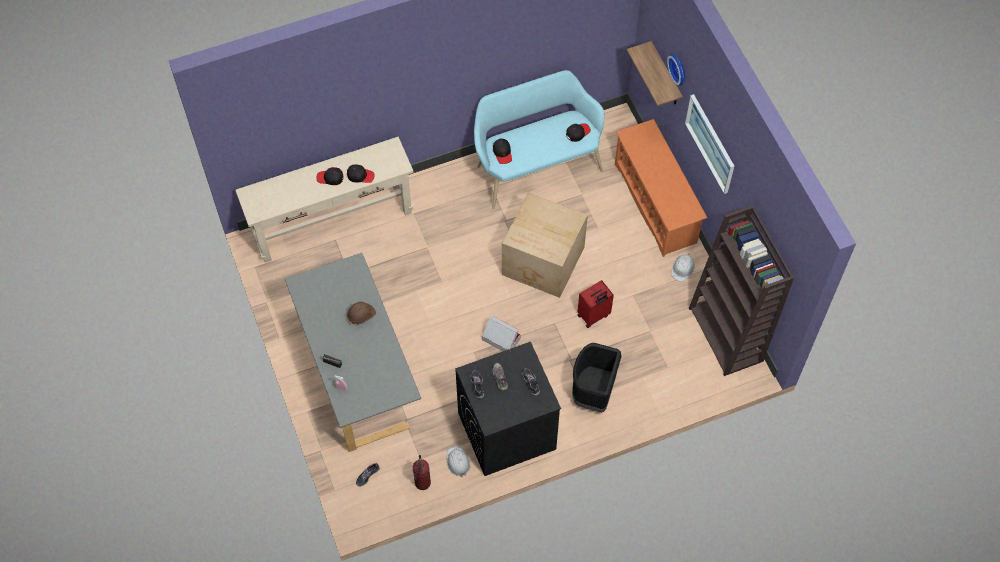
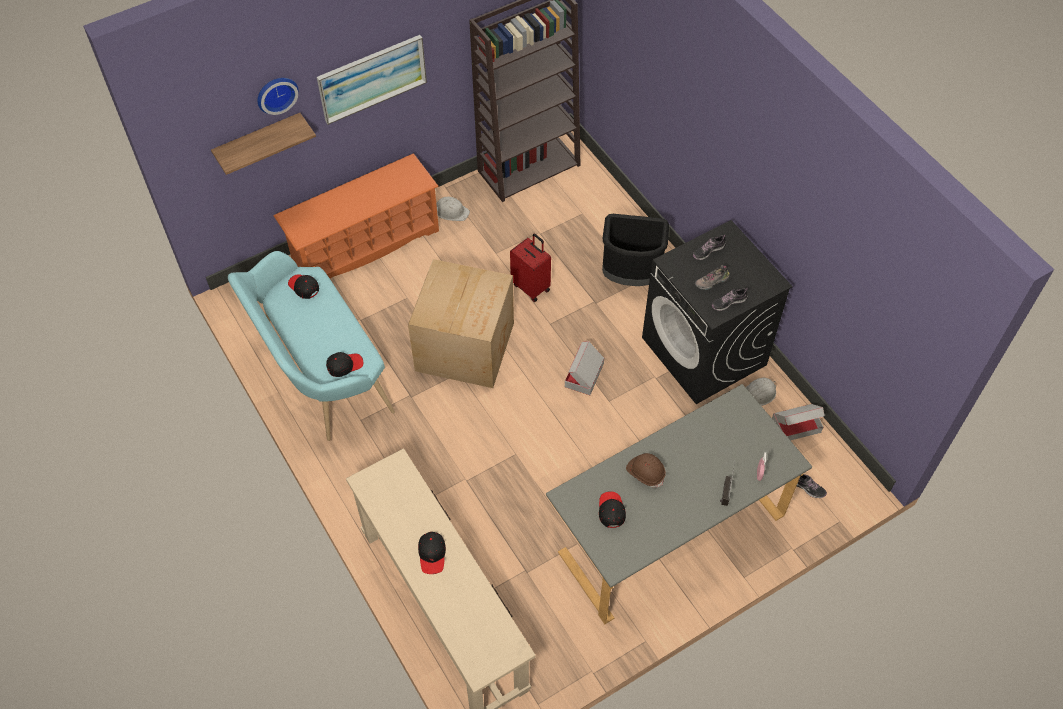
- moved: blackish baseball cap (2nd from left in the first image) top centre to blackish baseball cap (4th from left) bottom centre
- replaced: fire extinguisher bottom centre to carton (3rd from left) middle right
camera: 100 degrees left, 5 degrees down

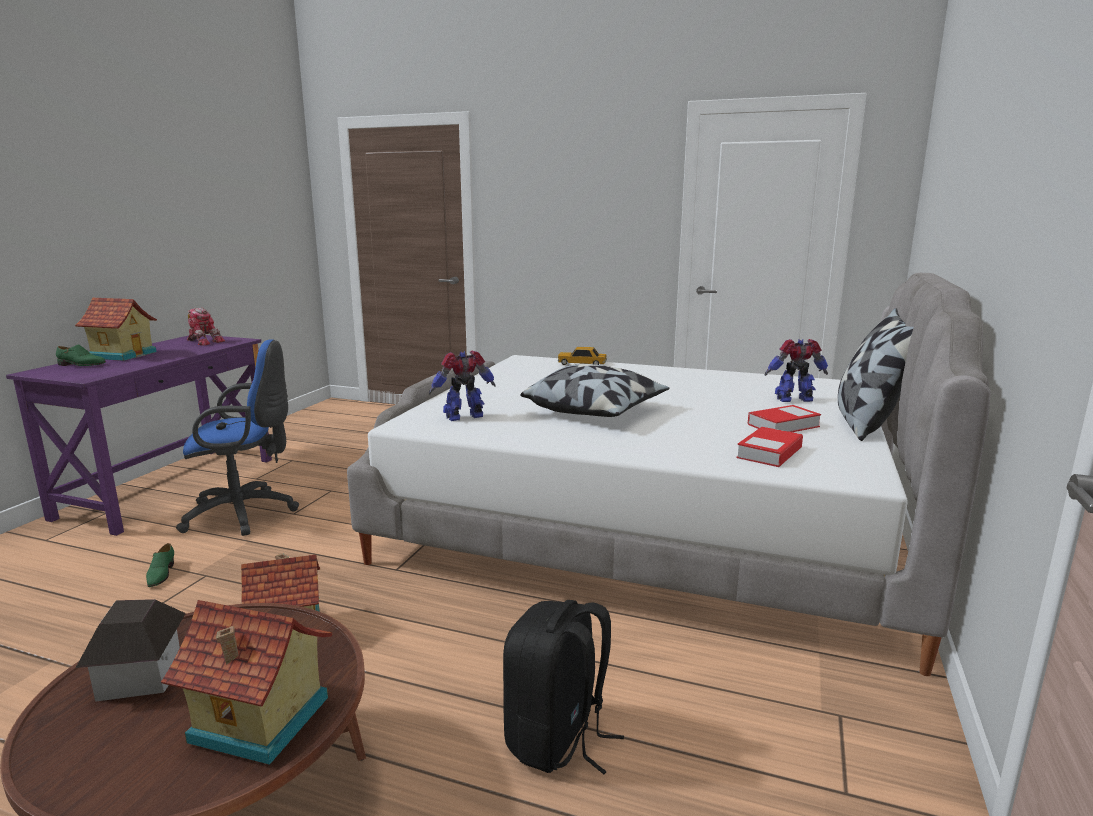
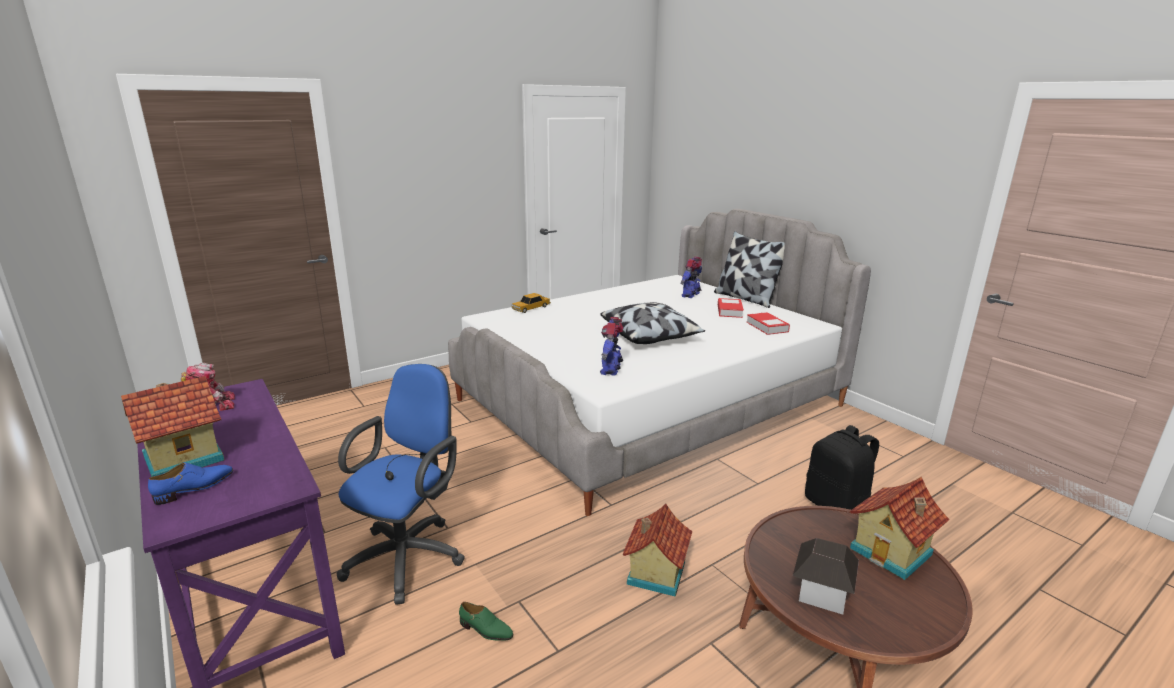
- recoloured: green item of footwear (1st from left) middle left to blue item of footwear bottom left
camera: 55 degrees left, 5 degrees up

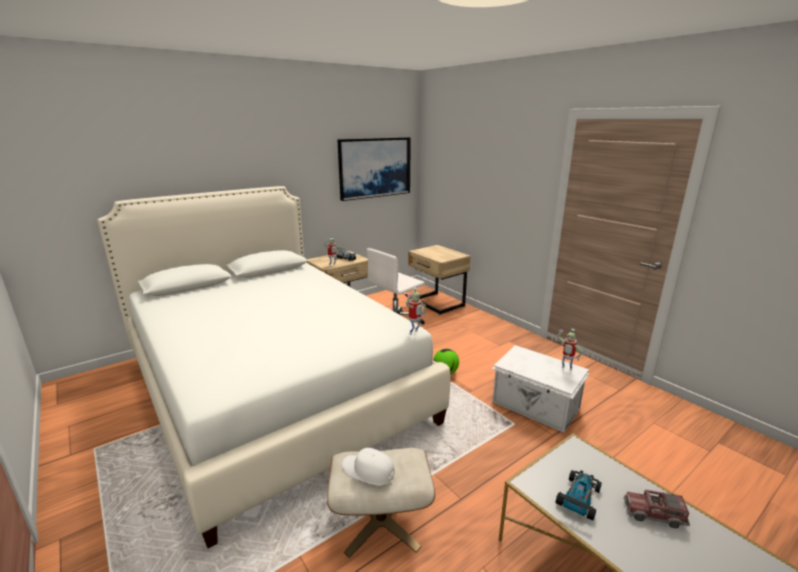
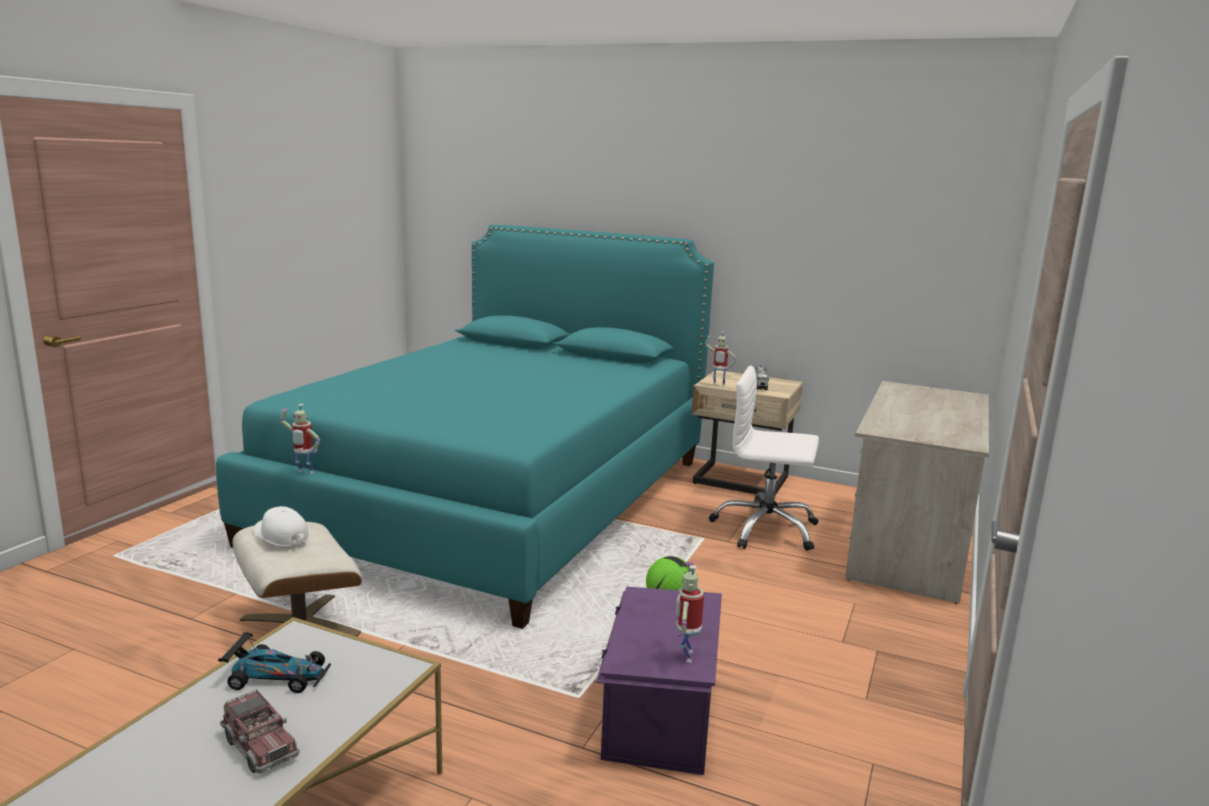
- removed: picture top centre
- moved: model robot (2nd from left in the first image) centre to model robot (1st from left) middle left
- replaced: beige-coloured bedside table (2nd from left) centre to beige-coloured desk unit middle right
- recoloured: white sleeping bed centre to blue-green sleeping bed centre
- recoloured: white storage bin bottom right to purplish storage bin bottom centre
- turned: white baseball cap bottom centre = middle left 45 degrees counterclockwise
- turned: model truck (2nd from left in the first image) bottom right = bottom left 150 degrees clockwise
camera: 60 degrees right, 5 degrees down

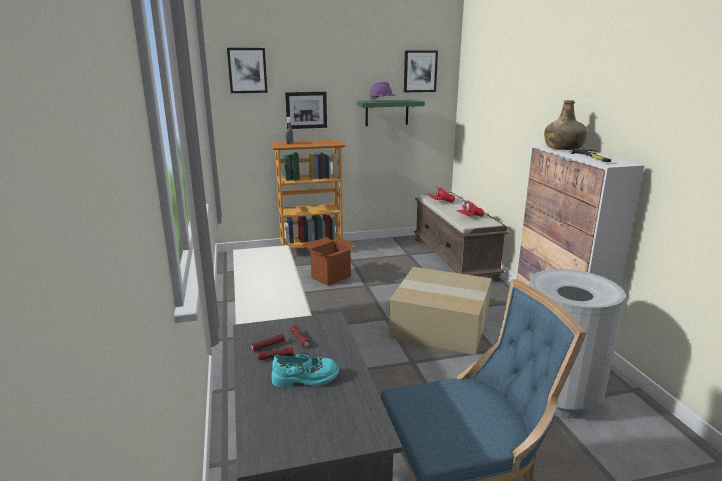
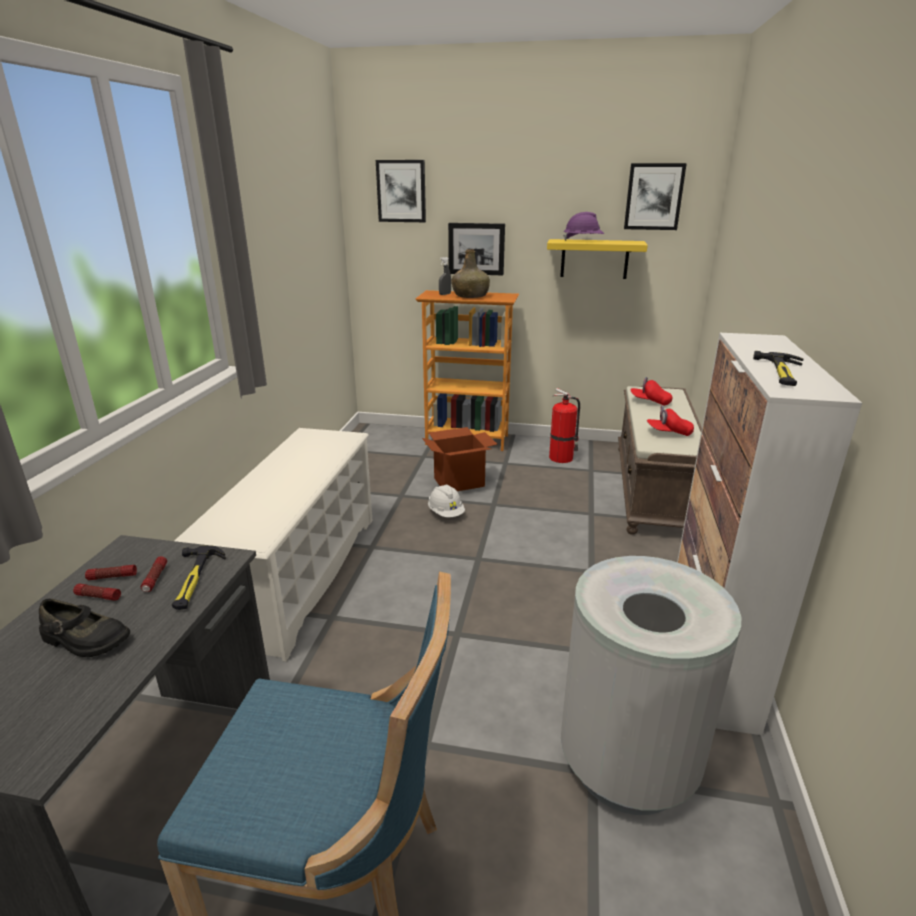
- removed: carton (2nd from left) centre
- added: hand hammer (1st from left) middle left
- added: white work helmet centre
- added: fire extinguisher centre
- moved: green bottle top right to top centre
- recoloured: blue-green item of footwear bottom centre to blackish item of footwear bottom left
- recoloured: green bracket shelf top centre to yellow-coloured bracket shelf top centre
camera: 25 degrees right, 5 degrees up

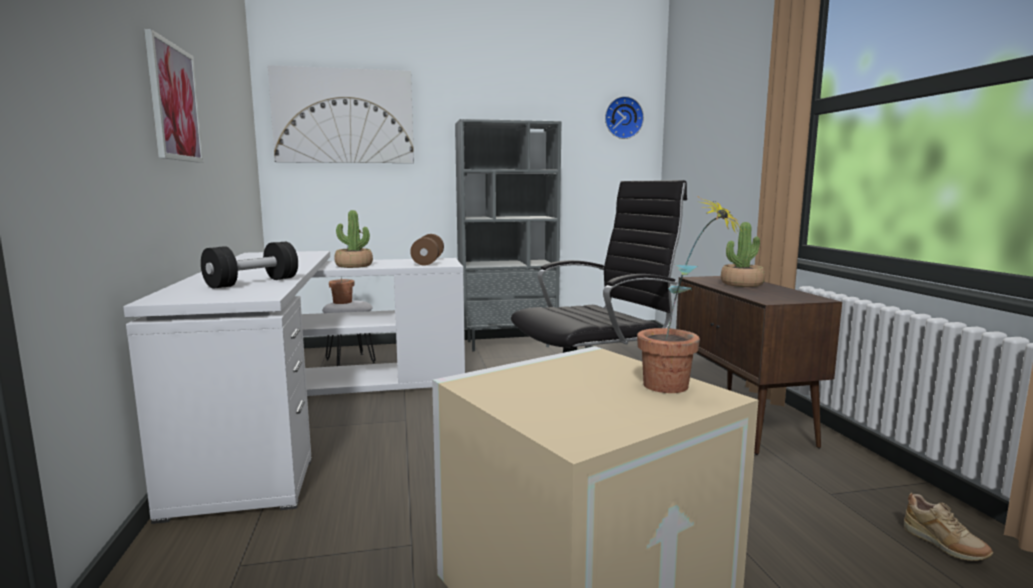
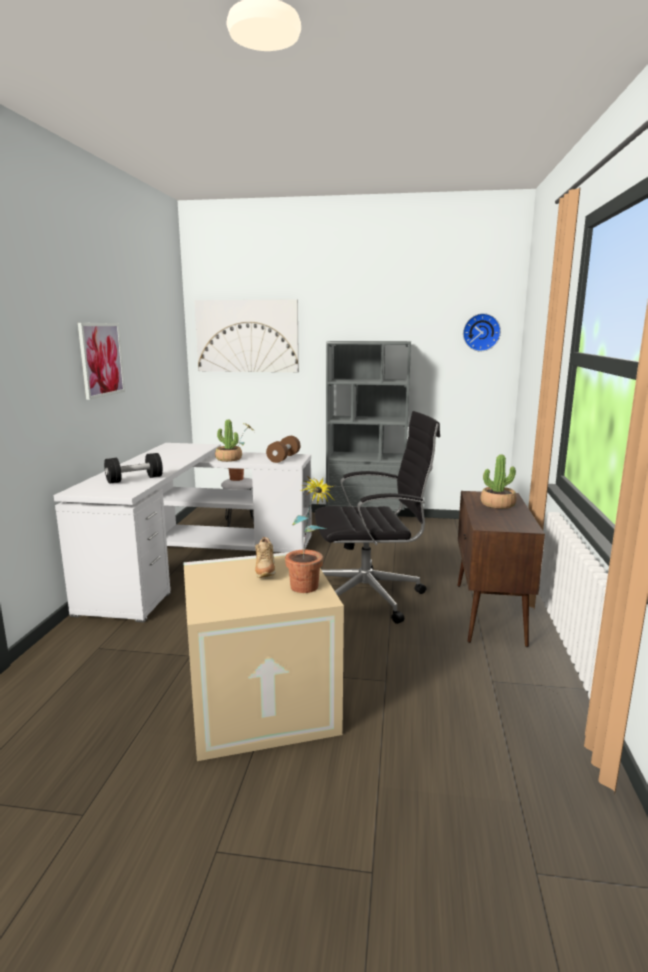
- moved: beige-coloured item of footwear bottom right to centre
camera: 20 degrees right, 5 degrees up

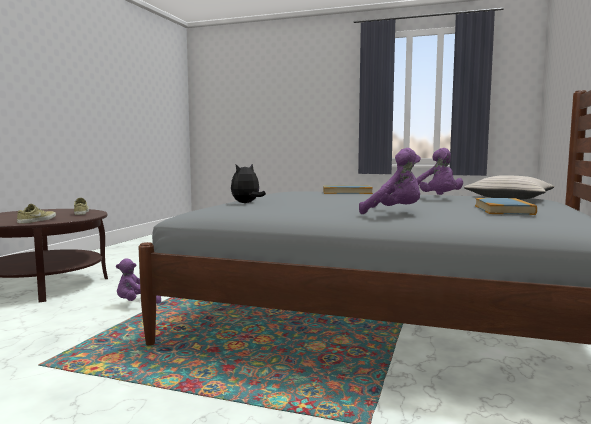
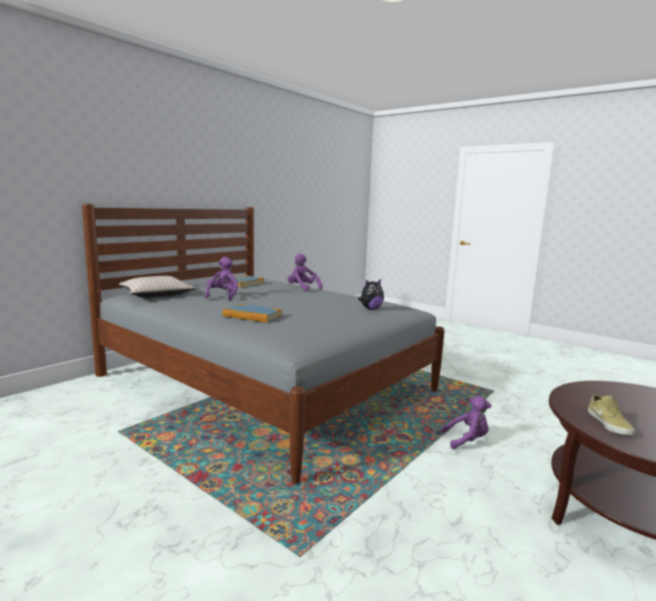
- removed: beige-coloured item of footwear (1st from left) middle left
camera: 160 degrees left, 5 degrees up

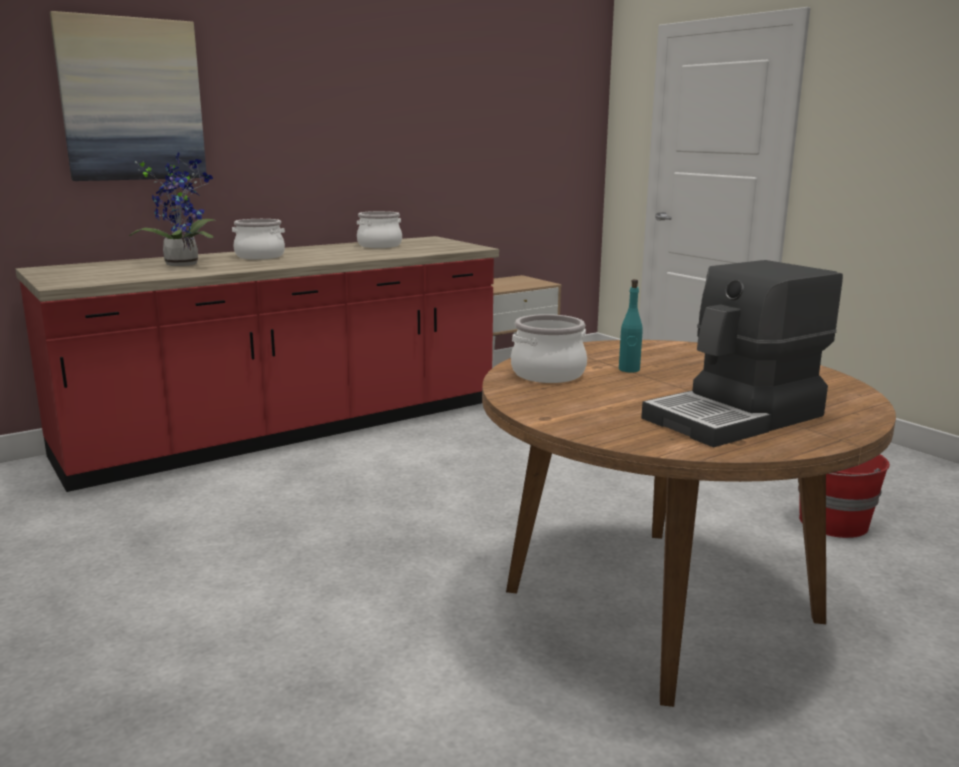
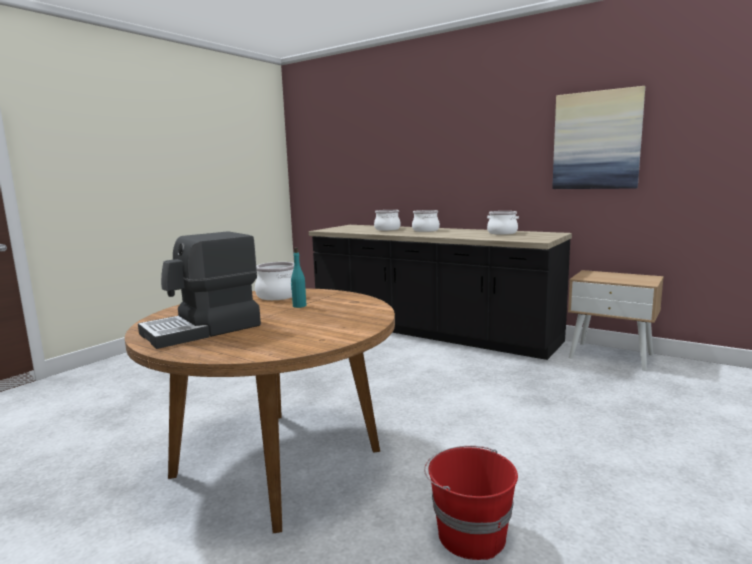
- moved: picture top left to top right
- replaced: potted plant top left to cooking pot (2nd from left) centre
- recoloured: red-coloured kitchen counter middle left to blackish kitchen counter centre
- turned: coffee machine middle right = middle left 75 degrees counterclockwise
camera: 70 degrees right, 5 degrees down

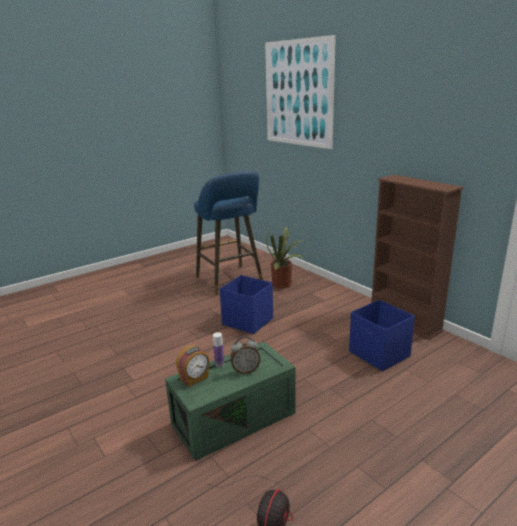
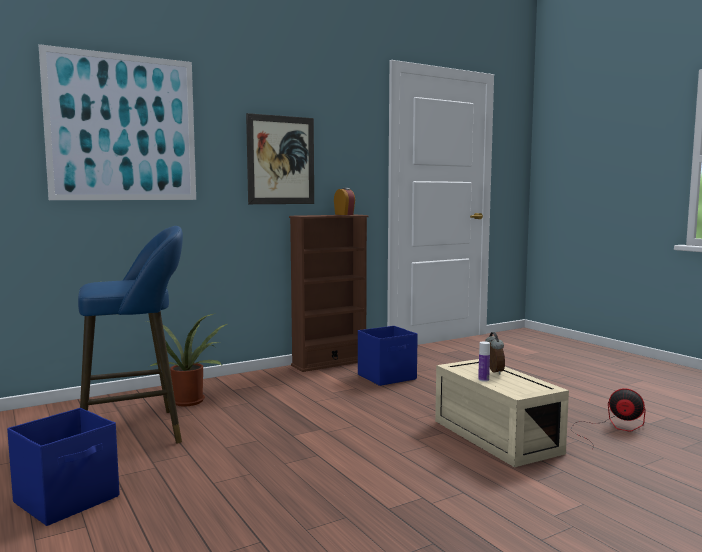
- added: picture (2nd from left) top centre
- moved: bedside clock (1st from left) bottom centre to centre
- moved: blue storage bin (1st from left) centre to bottom left
- recoloured: green storage bin bottom centre to beige-coloured storage bin bottom right
camera: 85 degrees left, 15 degrees down

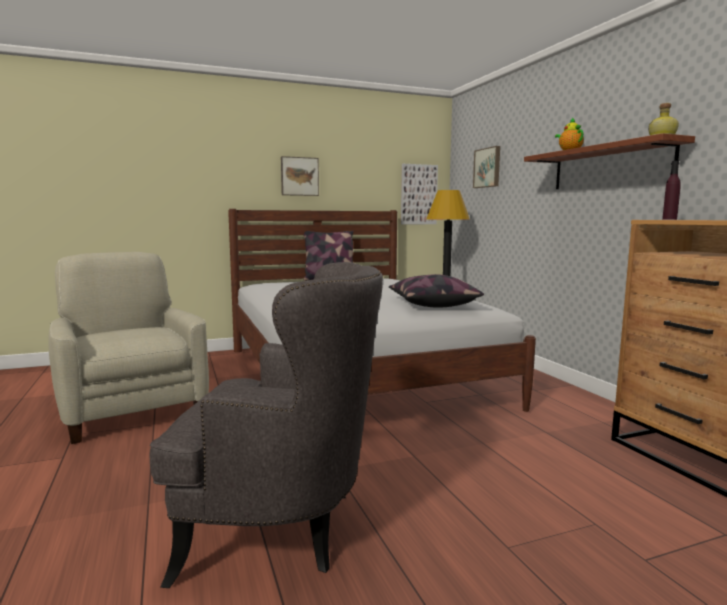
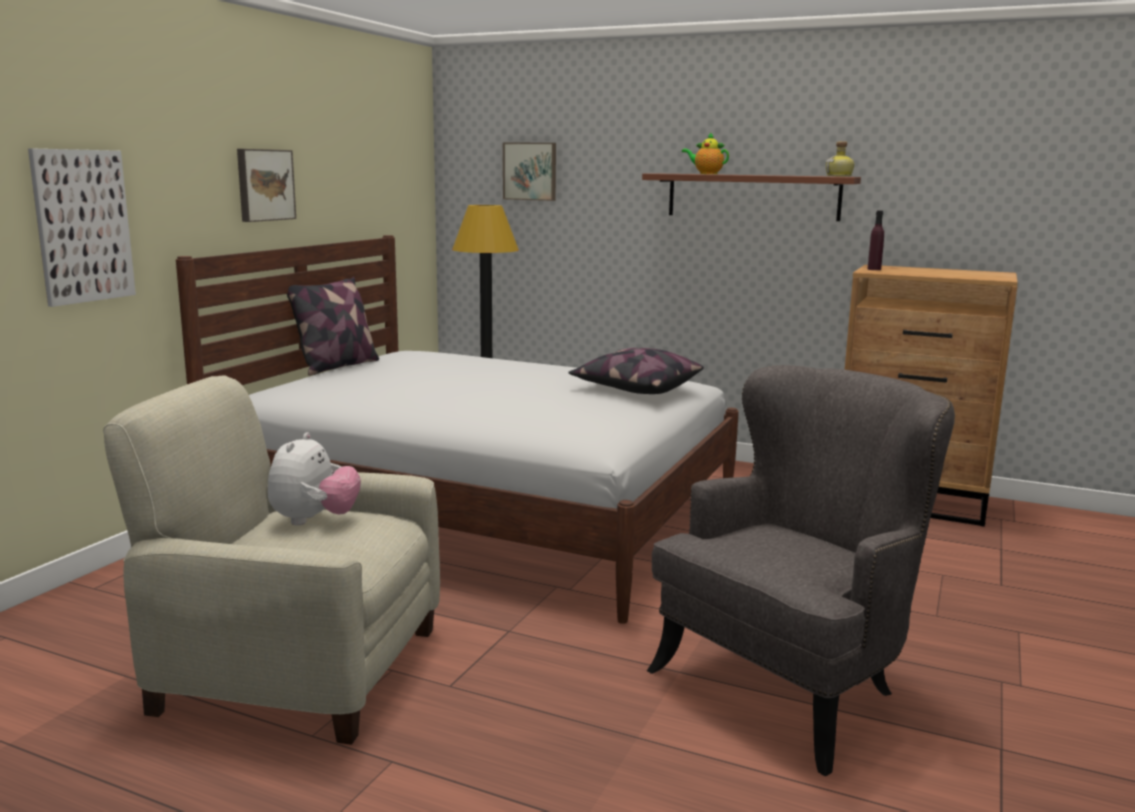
- added: plush toy middle left
- moved: picture (2nd from left in the first image) top centre to picture (1st from left) top left
camera: 45 degrees left, 5 degrees up

